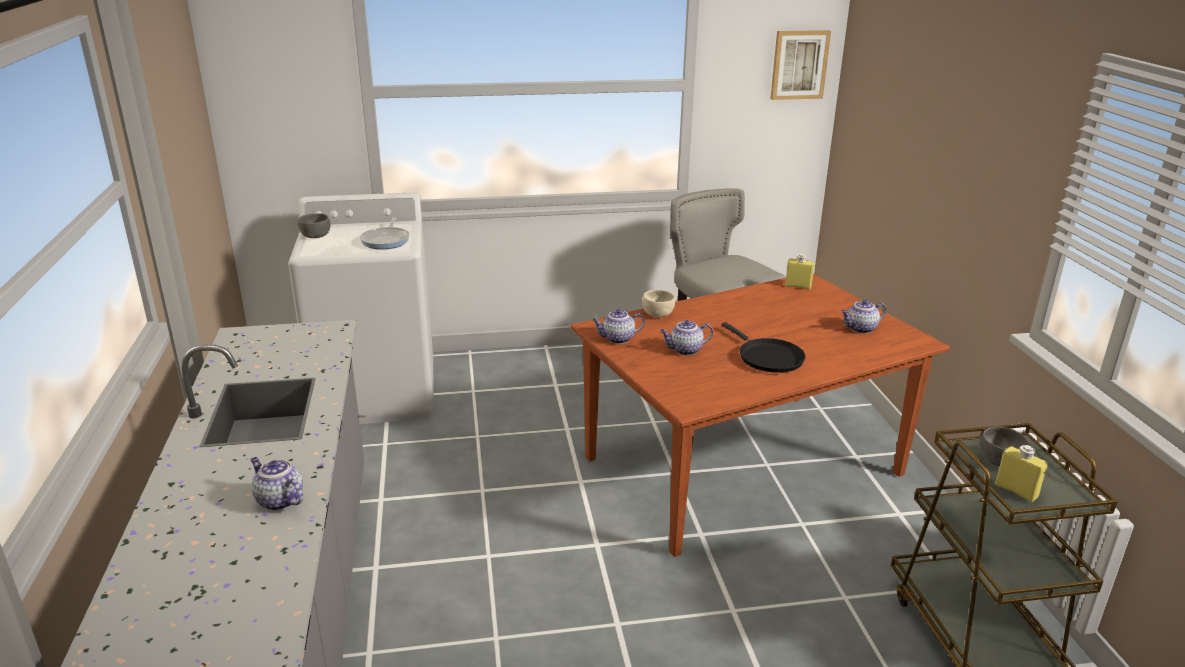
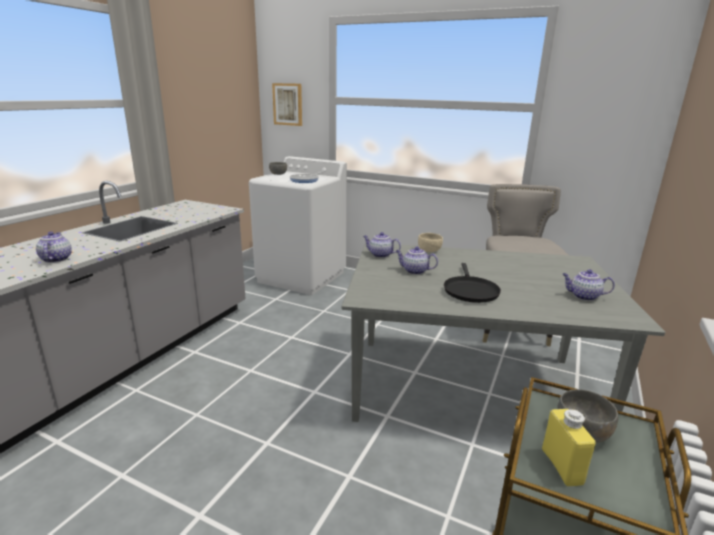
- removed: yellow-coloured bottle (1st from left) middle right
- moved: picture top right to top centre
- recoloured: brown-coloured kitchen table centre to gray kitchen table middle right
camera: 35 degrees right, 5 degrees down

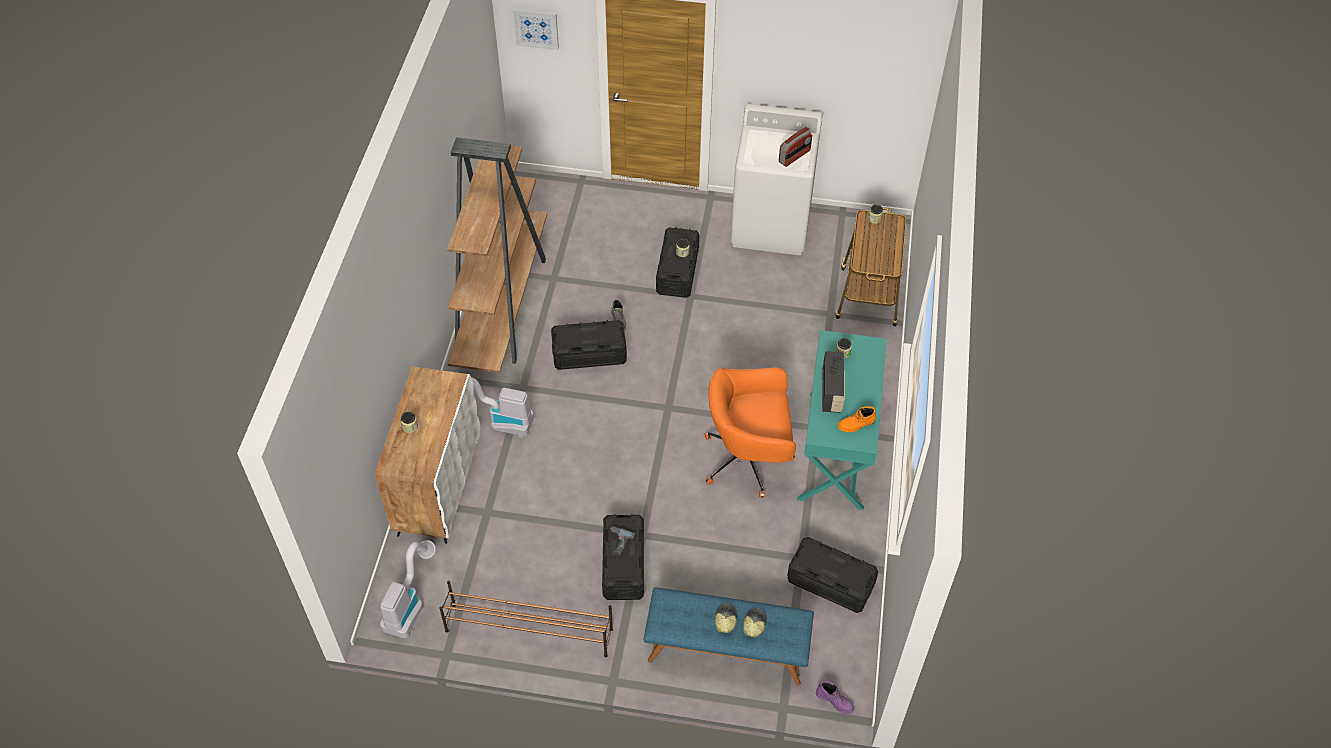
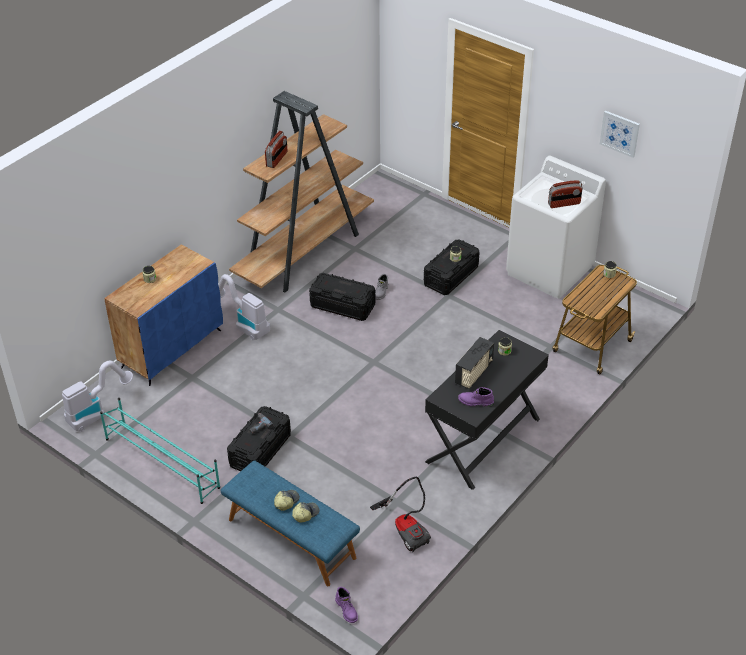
- removed: orangey computer chair centre
- added: radio receiver (1st from left) top centre
- moved: picture top centre to top right
- replaced: blackish storage bin (4th from left) bottom centre to hoover (3rd from left) bottom centre
- recoloured: white cupboard middle left to blue cupboard middle left
- recoloured: brown-coloured shoe rack bottom centre to blue-green shoe rack bottom left
- recoloured: blue-green desk unit centre to blackish desk unit centre
- recoloured: orangey tall boot centre to purplish tall boot (2nd from left) centre
camera: 30 degrees right, 10 degrees down

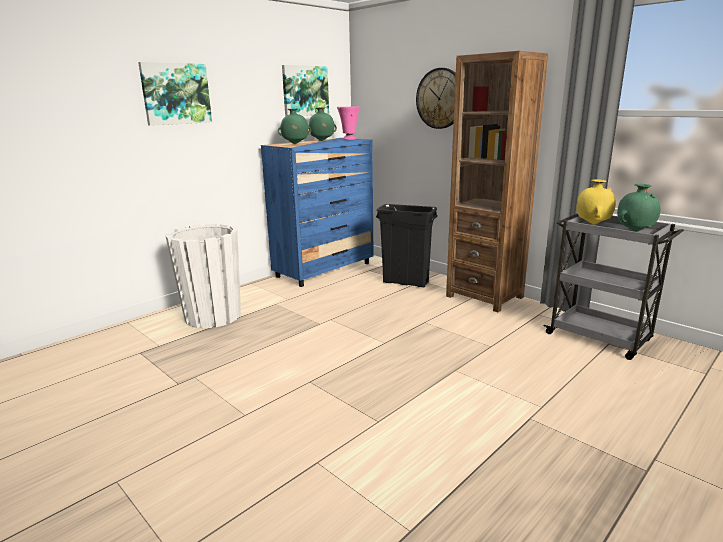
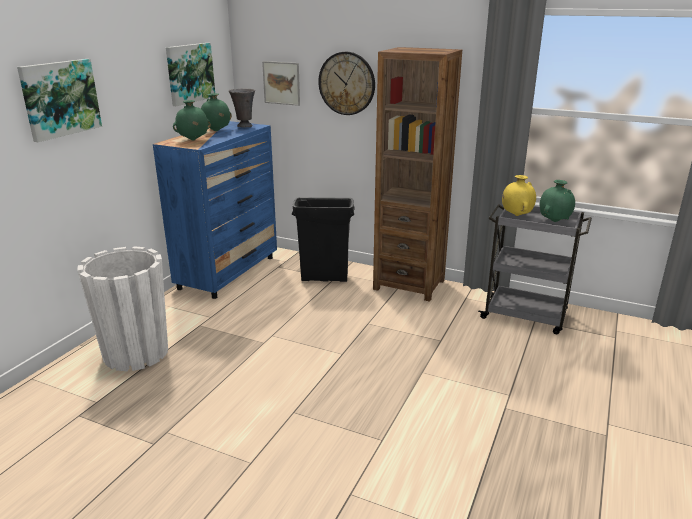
- added: picture (3rd from left) top centre
- recoloured: pinkish decorative vase top centre to gray decorative vase top centre
camera: 20 degrees left, 5 degrees up

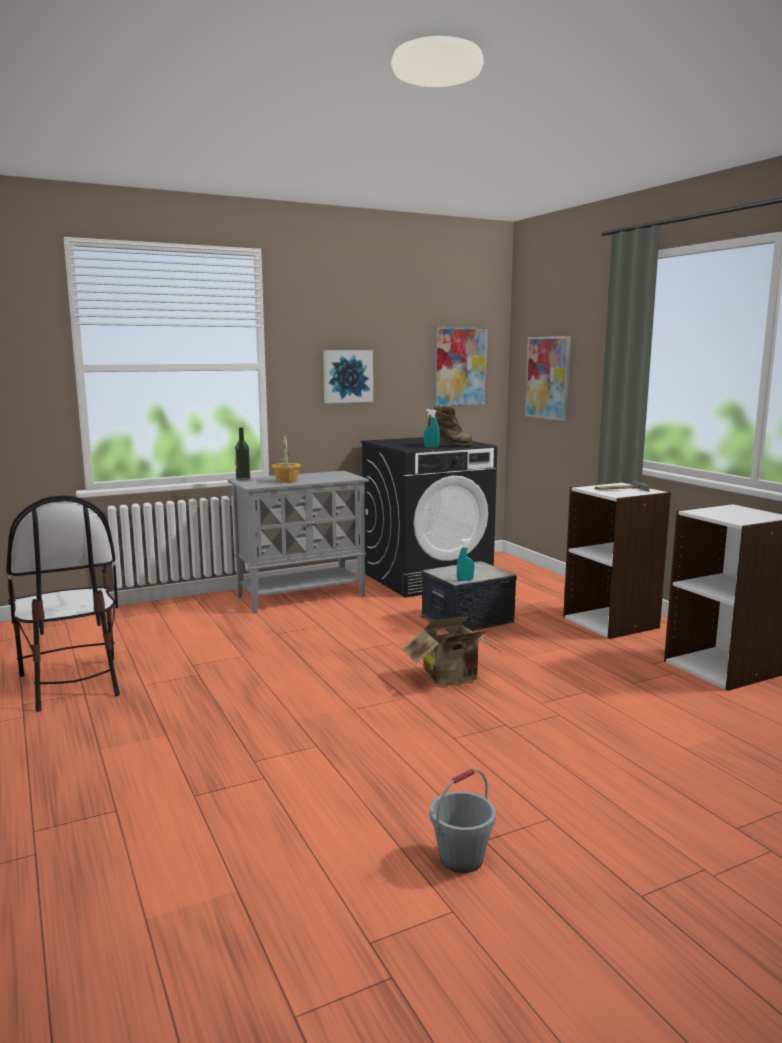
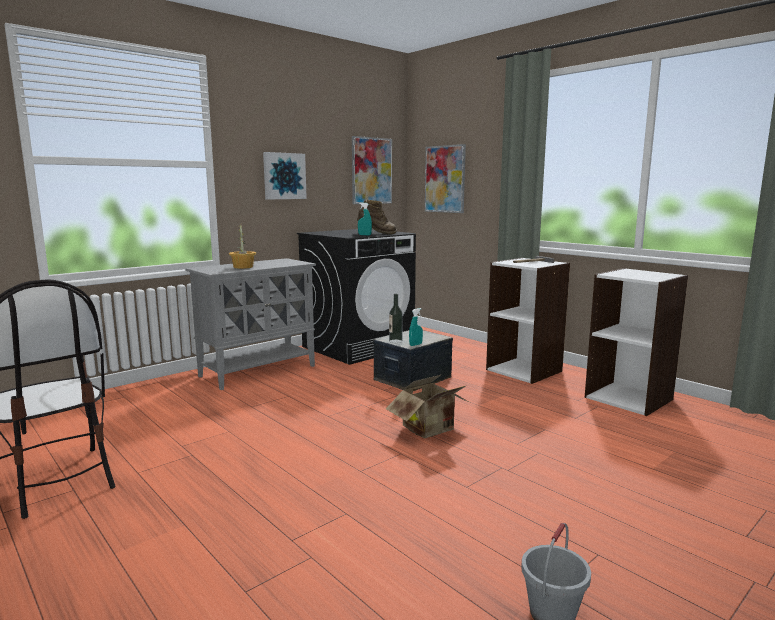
- moved: bottle middle left to centre
camera: 15 degrees left, 0 degrees up

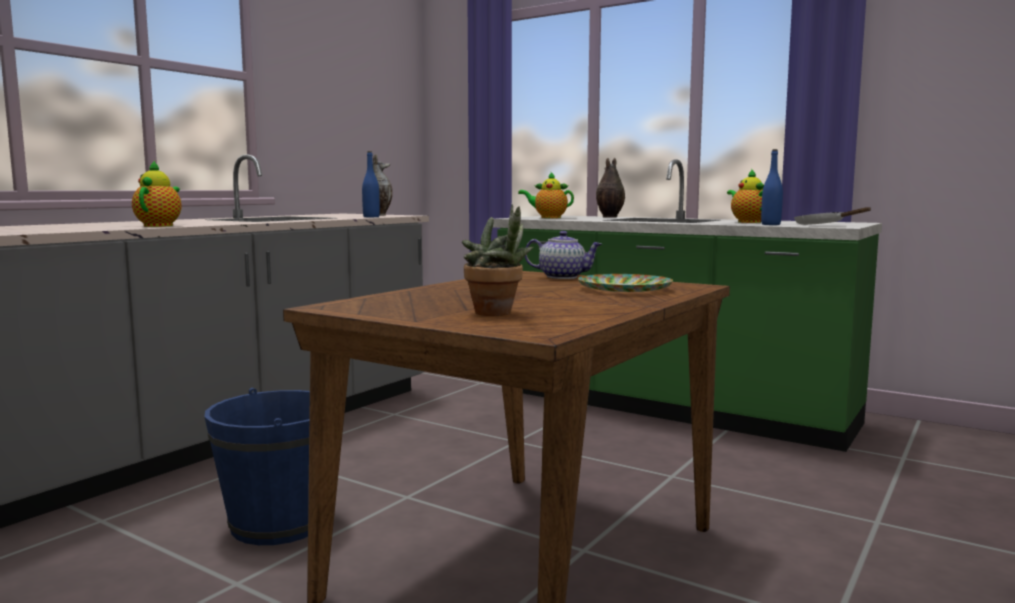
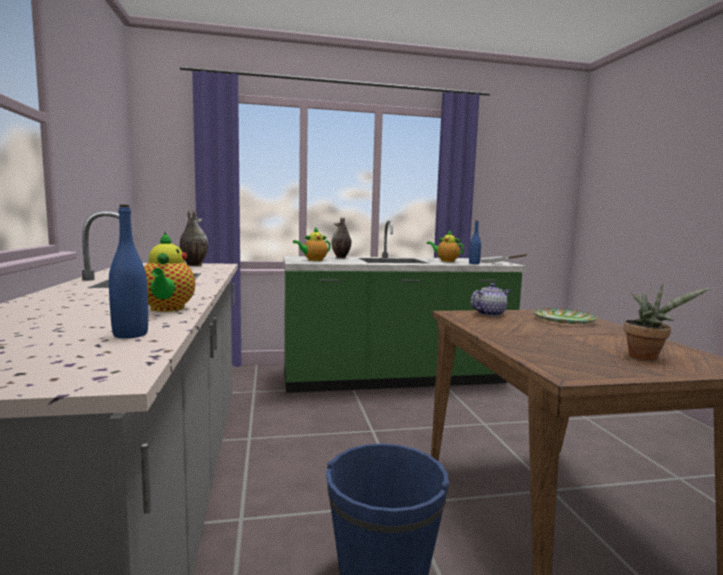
- moved: blue bottle (1st from left) top centre to middle left
- turned: tea pot (1st from left) top left = middle left 150 degrees counterclockwise
camera: 45 degrees left, 0 degrees up

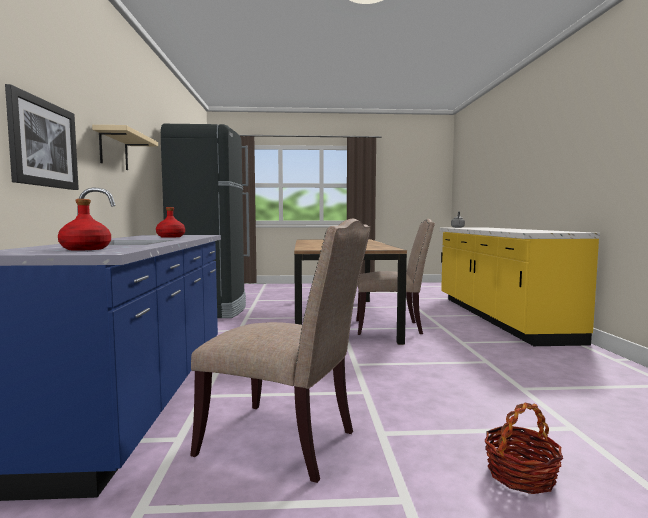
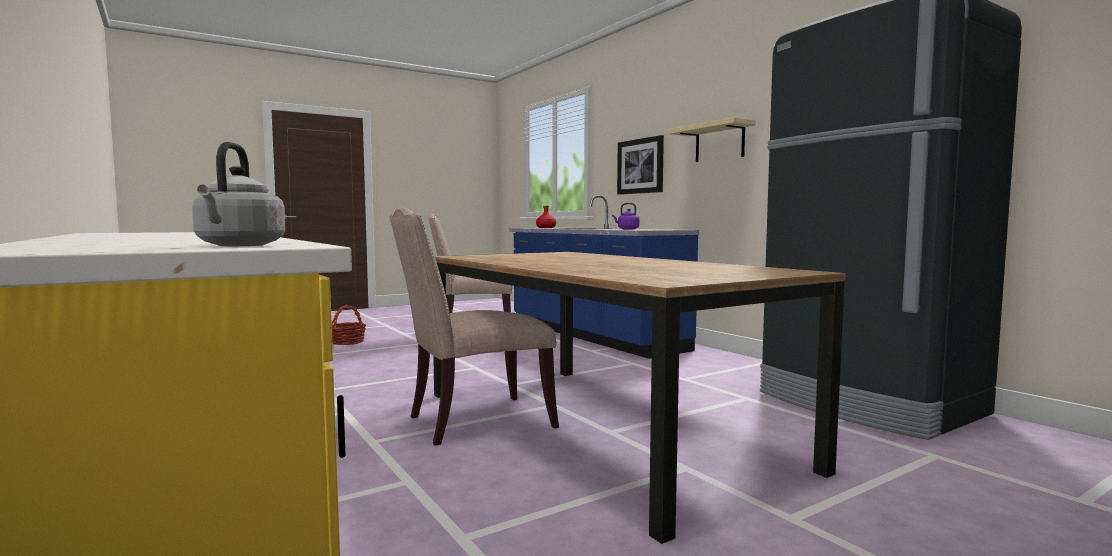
- replaced: red-coloured bottle (2nd from left) middle left to purplish water kettle centre
camera: 150 degrees right, 0 degrees up

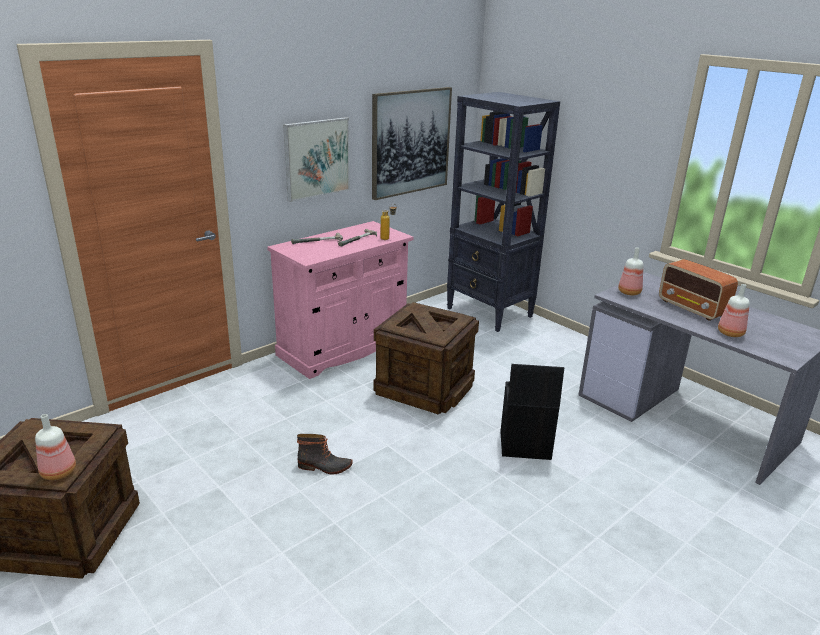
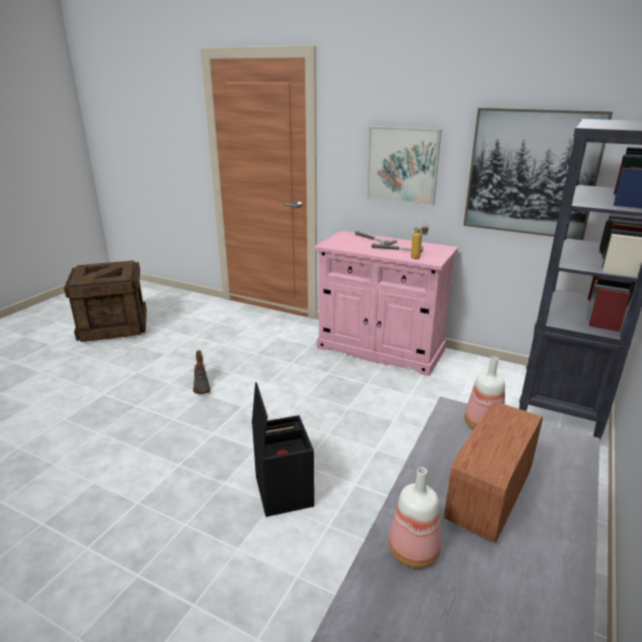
- removed: bottle (1st from left) bottom left
- removed: crate (2nd from left) centre
camera: 70 degrees right, 0 degrees up

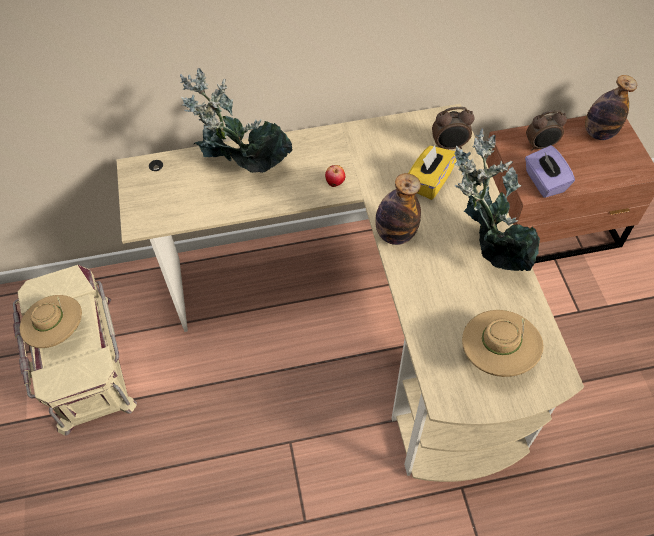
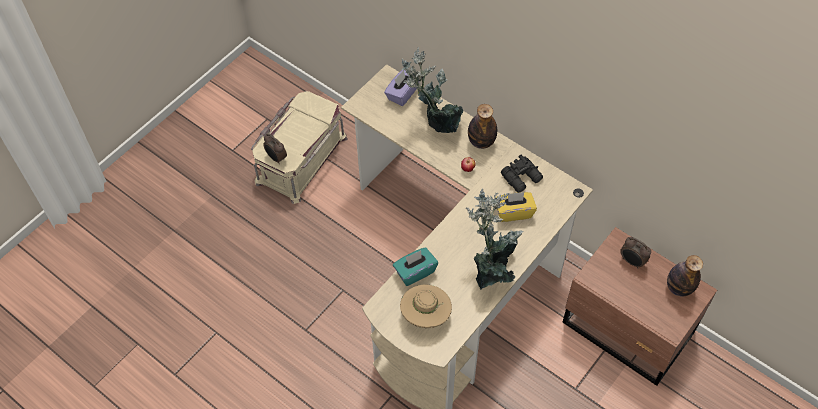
- removed: beige-coloured wearable hat (1st from left) middle left
- added: blue-green box of tissues centre
- added: blackish field glasses centre
- moved: bottle (1st from left) centre to top centre
- moved: bedside clock (1st from left) top right to centre
- moved: purplish box of tissues top right to top centre
camera: 50 degrees right, 0 degrees up

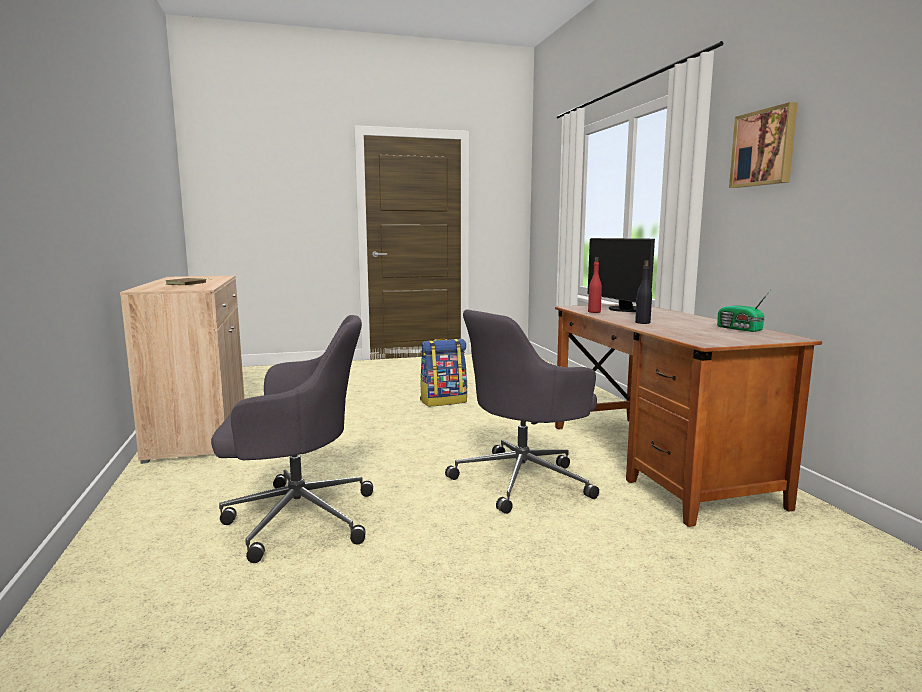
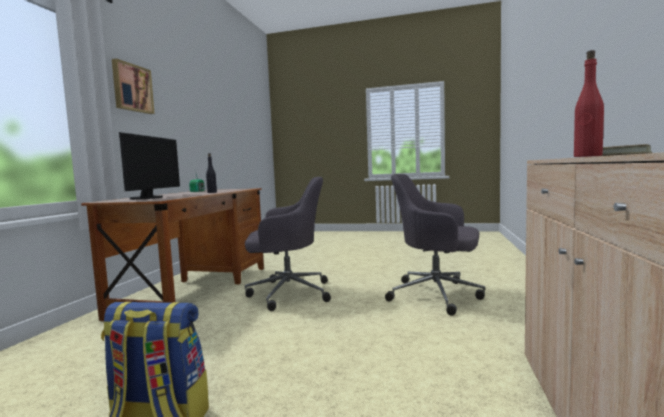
- moved: red-coloured bottle centre to top right
camera: 150 degrees left, 5 degrees down

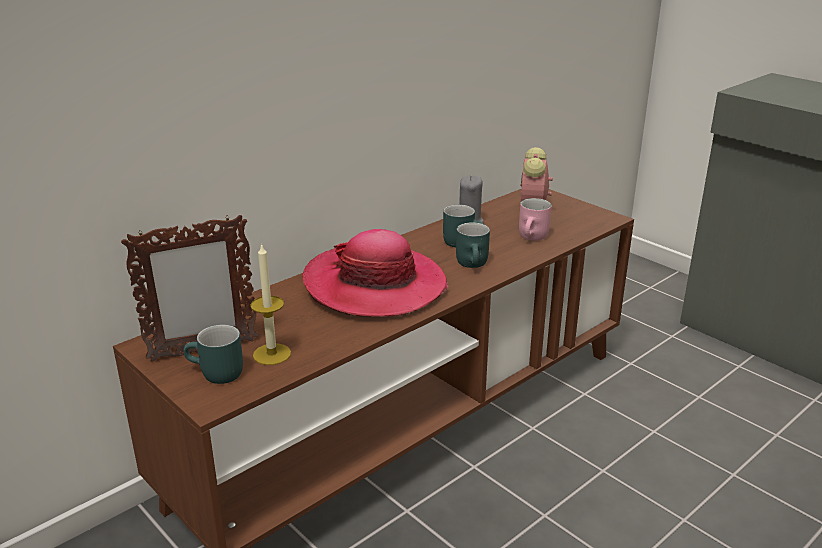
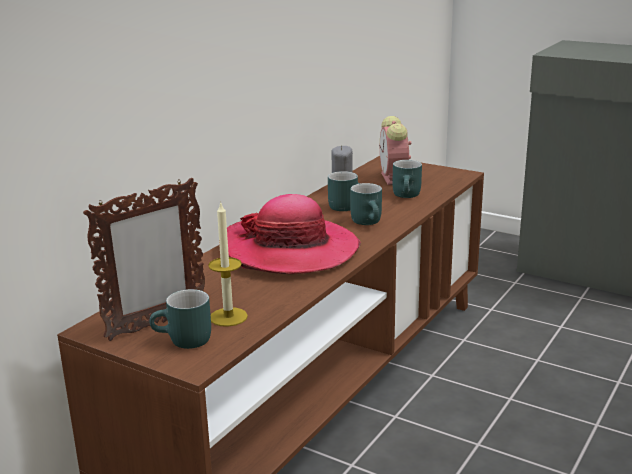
- recoloured: pinkish tea mug centre to blue-green tea mug (4th from left) centre
camera: 15 degrees left, 5 degrees down

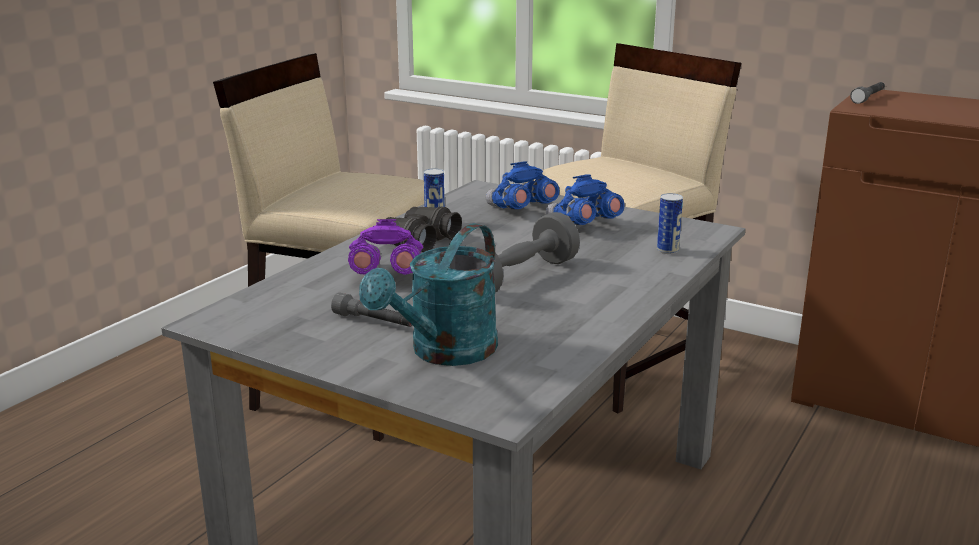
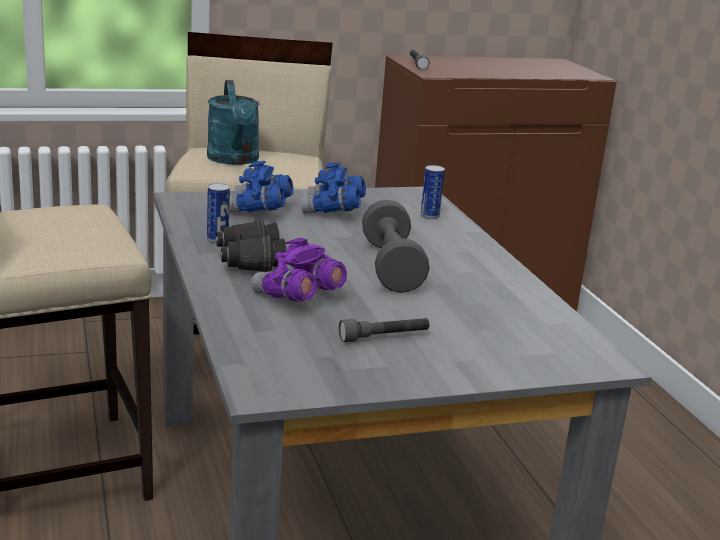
- moved: blue-green watering pot centre to top left
camera: 50 degrees left, 0 degrees up

